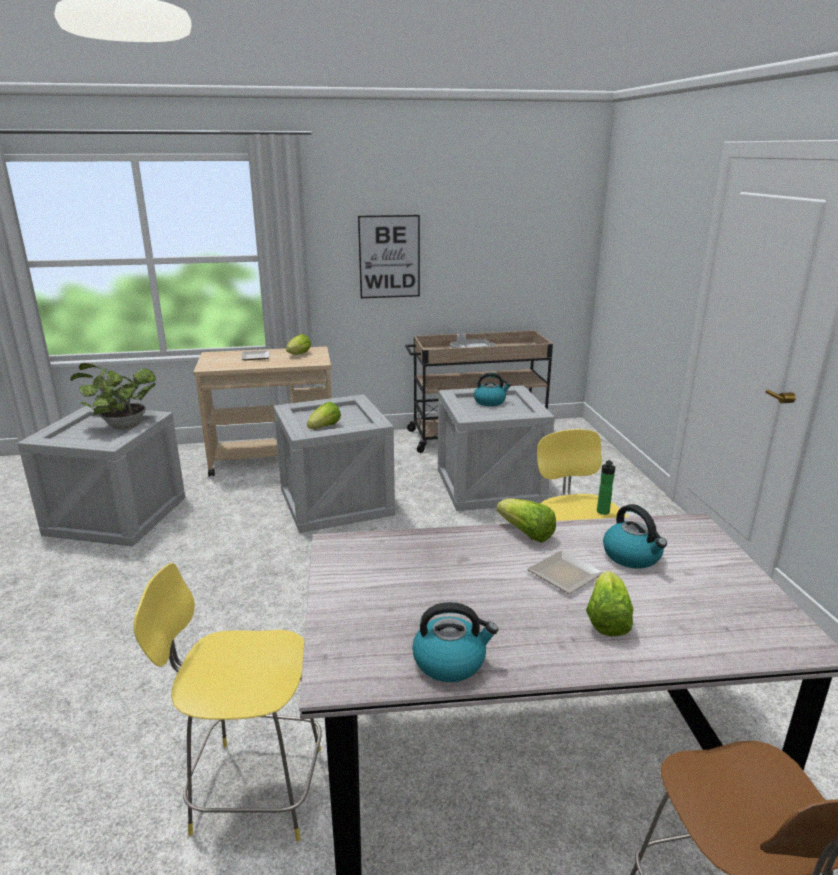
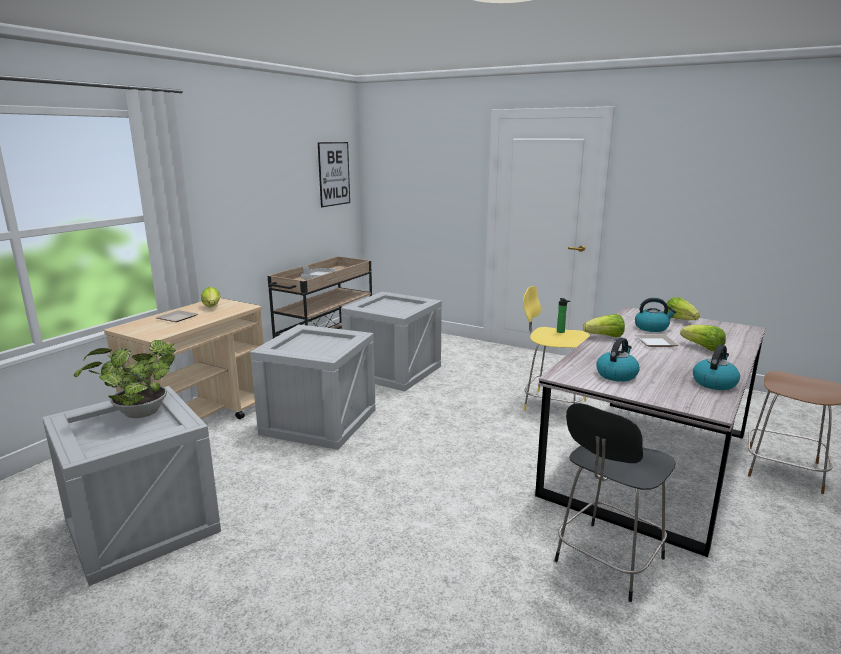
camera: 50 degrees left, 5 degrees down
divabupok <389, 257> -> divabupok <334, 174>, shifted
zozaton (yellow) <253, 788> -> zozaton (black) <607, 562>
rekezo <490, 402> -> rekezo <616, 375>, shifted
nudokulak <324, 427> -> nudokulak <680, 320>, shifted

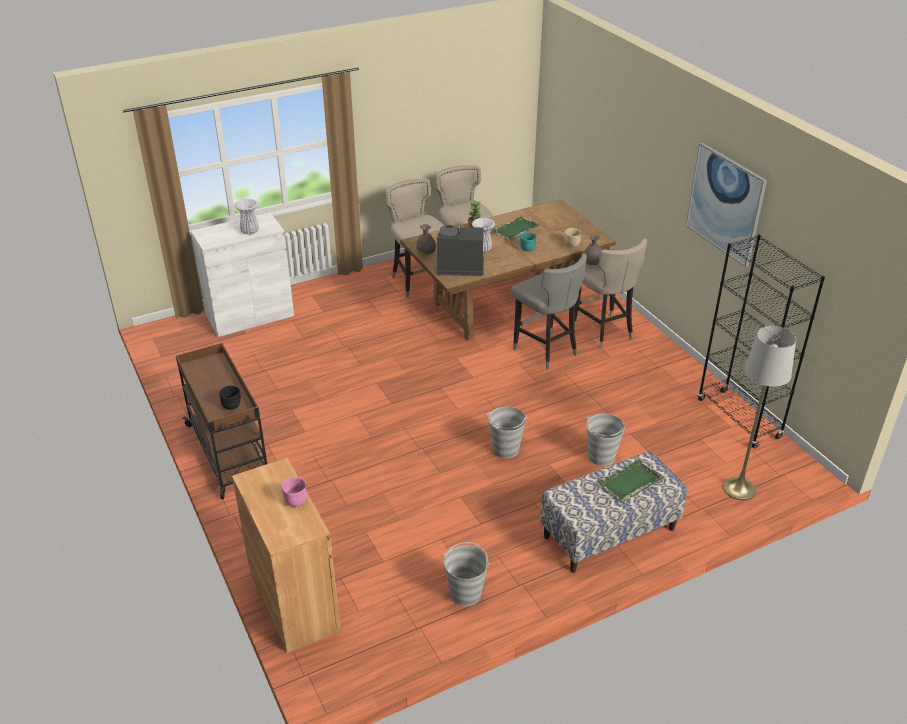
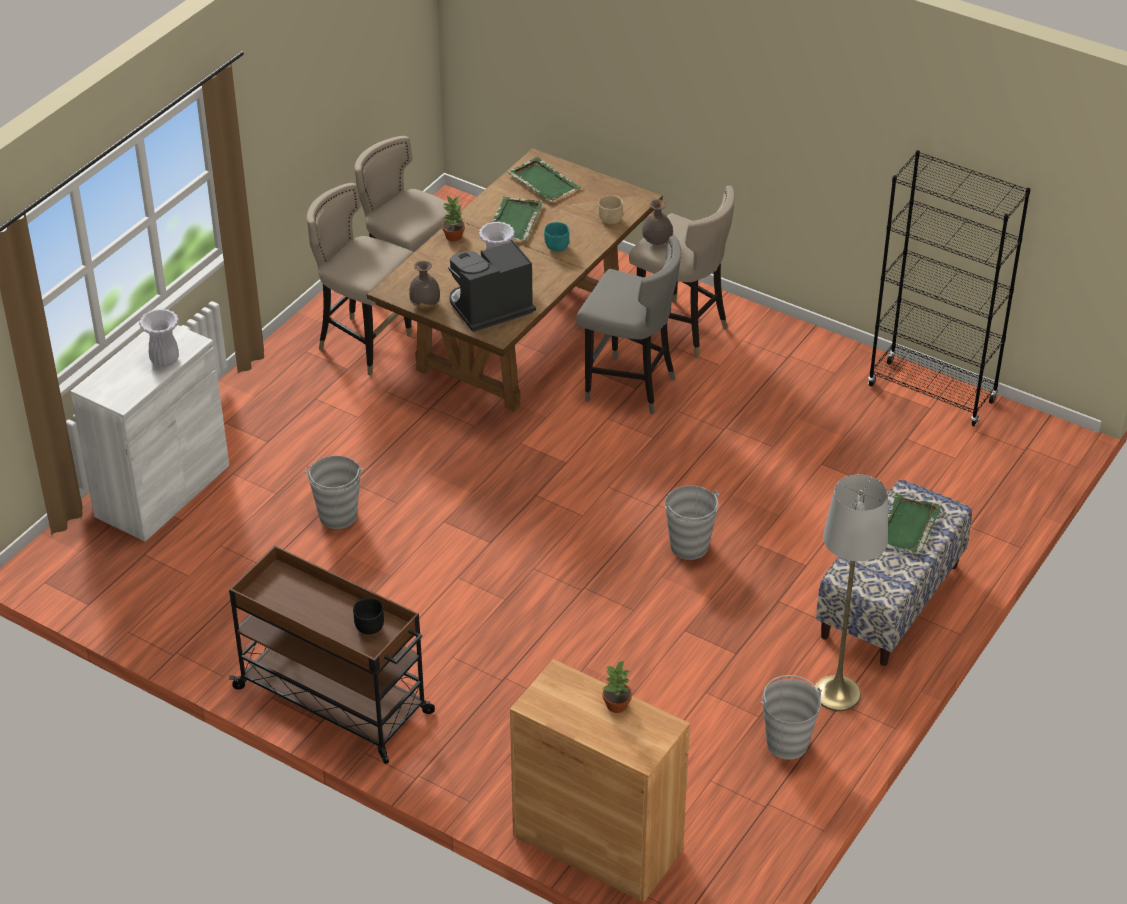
camera: 30 degrees left, 5 degrees up
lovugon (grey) <601, 457> -> lovugon (grey) <338, 516>, shifted
none -> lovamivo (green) <543, 182>
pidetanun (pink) <295, 501> -> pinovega <616, 705>
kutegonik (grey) <739, 489> -> kutegonik (grey) <837, 693>, shifted
divabupok <725, 204> -> none

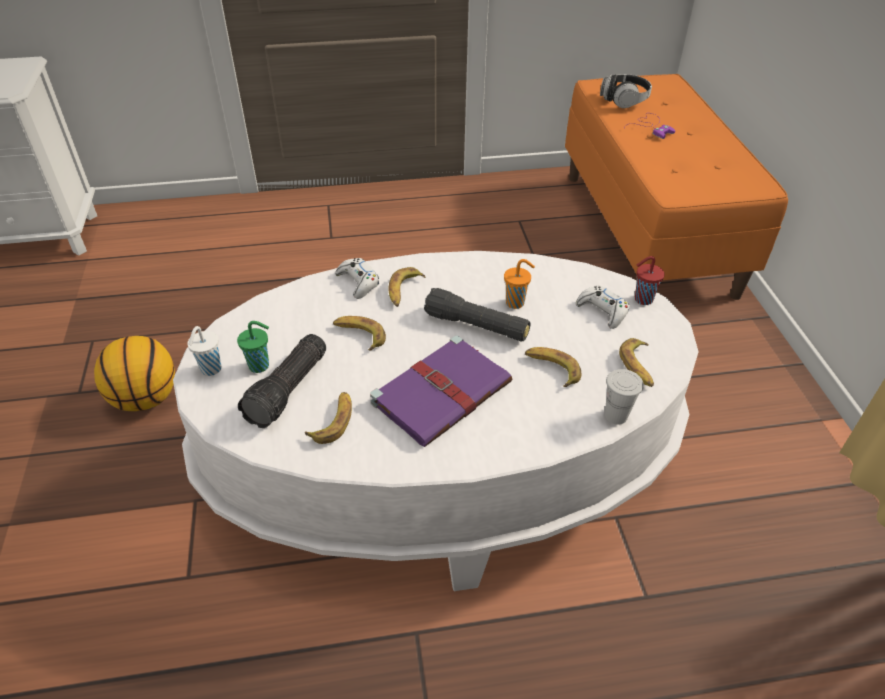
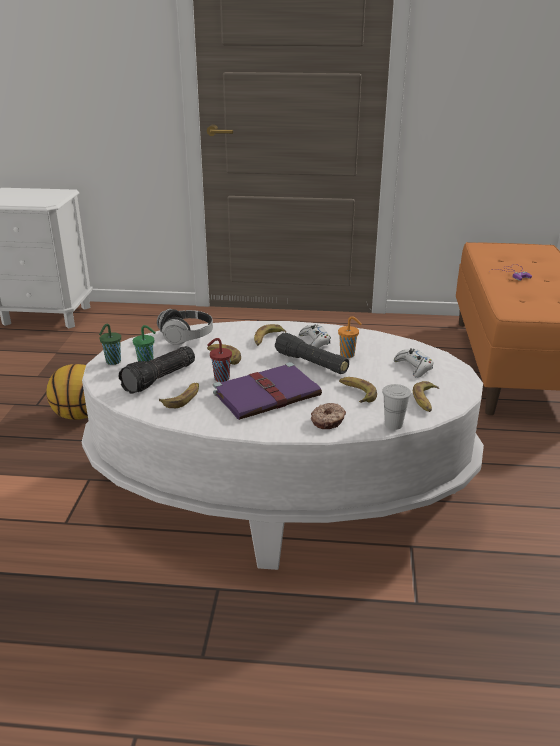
camera: 15 degrees right, 15 degrees down
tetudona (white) <210, 370> -> tetudona (green) <112, 362>
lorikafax <624, 100> -> lorikafax <186, 337>, shifted
tetudona (red) <642, 299> -> tetudona (red) <220, 378>, shifted
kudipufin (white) <358, 282> -> kudipufin (white) <314, 341>, shifted
none -> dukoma <328, 421>

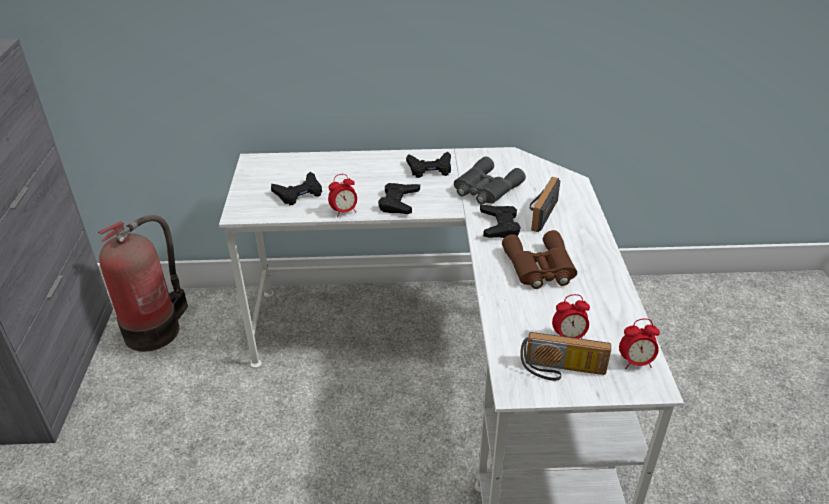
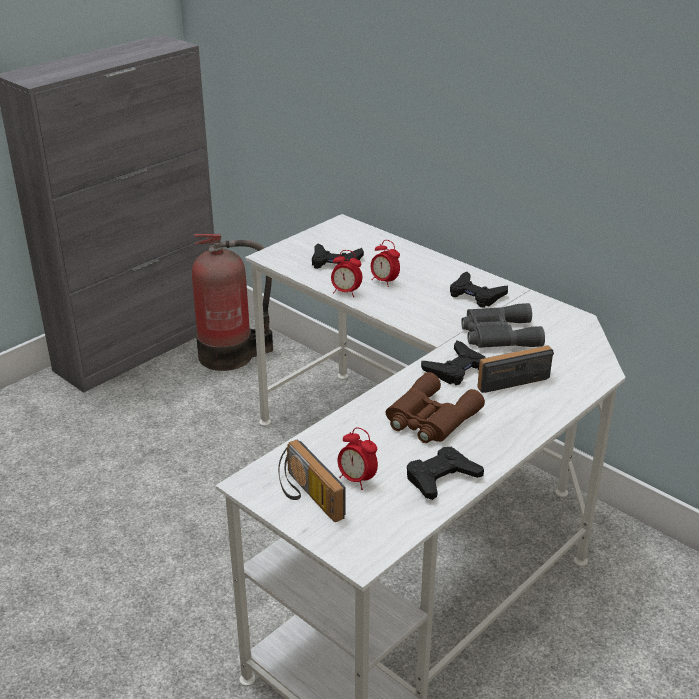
camera: 45 degrees right, 5 degrees down
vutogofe <635, 362> -> vutogofe <384, 281>, shifted
kudipufin (black) <398, 202> -> kudipufin (black) <441, 478>, shifted

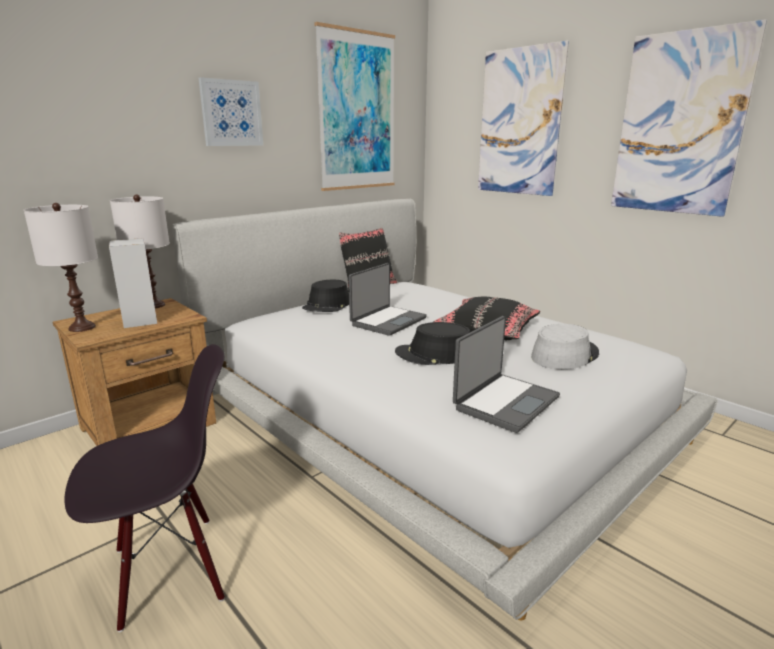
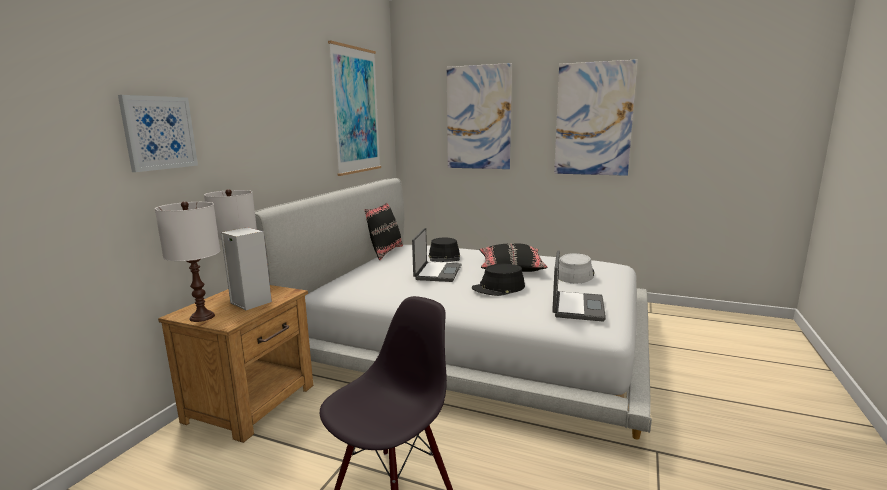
camera: 25 degrees left, 5 degrees down
divabupok <231, 113> -> divabupok <159, 133>, shifted
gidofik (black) <327, 305> -> gidofik (black) <444, 257>, shifted

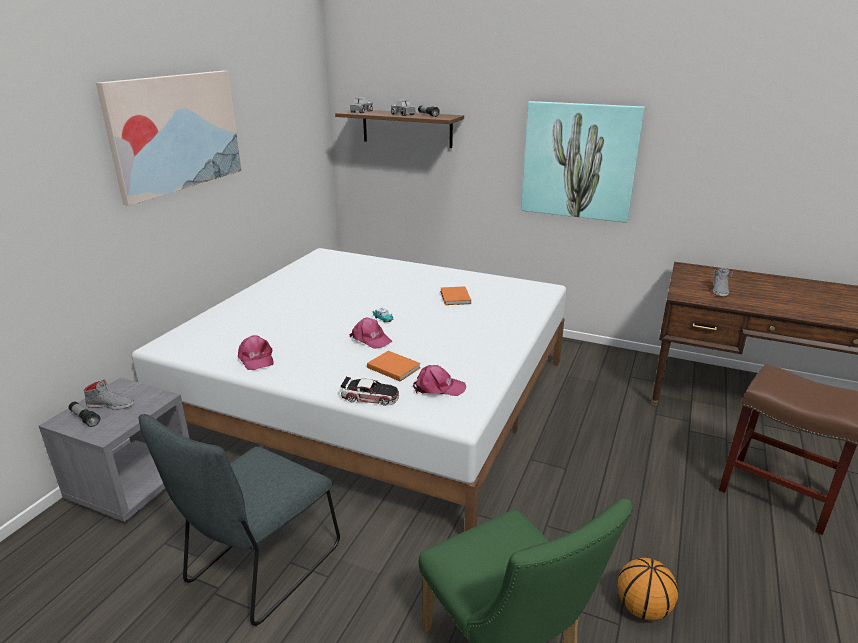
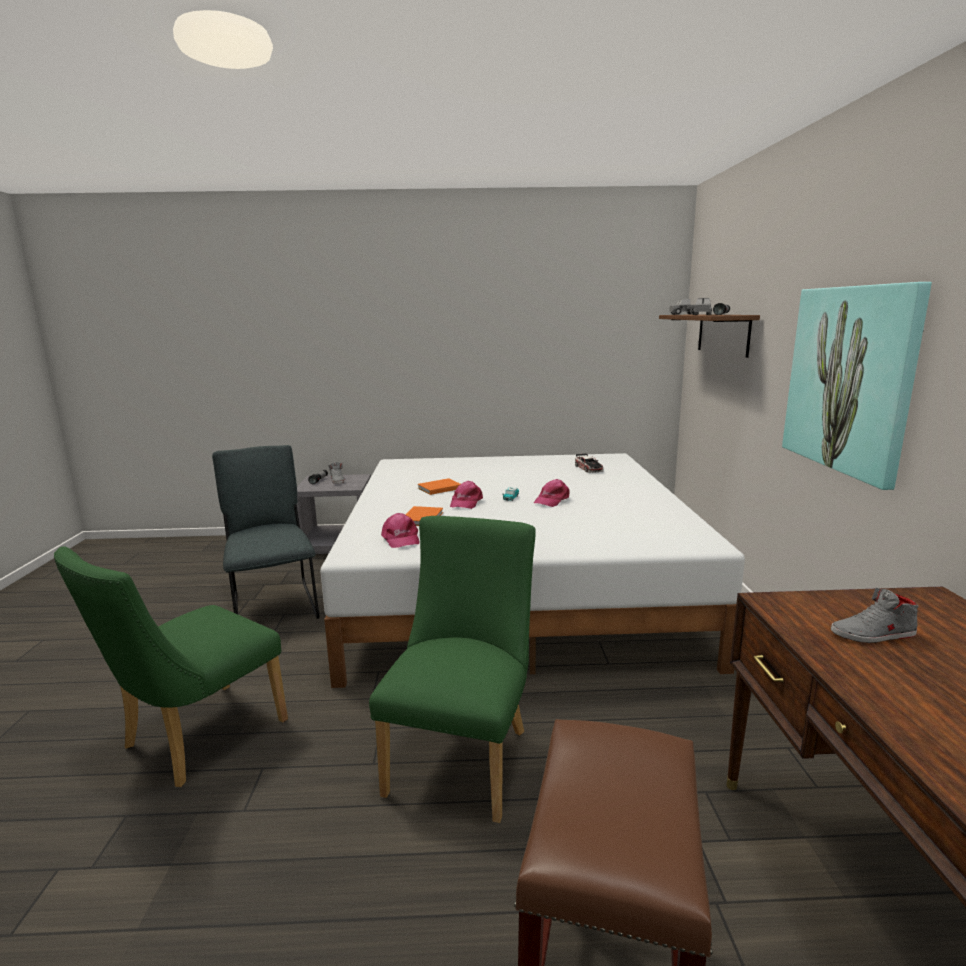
camera: 65 degrees right, 10 degrees down
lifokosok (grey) <259, 569> -> lifokosok (grey) <274, 606>, 60 degrees clockwise
none -> lifokosok (green) <463, 754>
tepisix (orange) <454, 298> -> tepisix (orange) <438, 488>, shifted
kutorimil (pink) <256, 358> -> kutorimil (pink) <552, 500>, shifted
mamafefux <370, 397> -> mamafefux <588, 468>, shifted
divabupok <175, 132> -> none
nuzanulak <643, 608> -> none

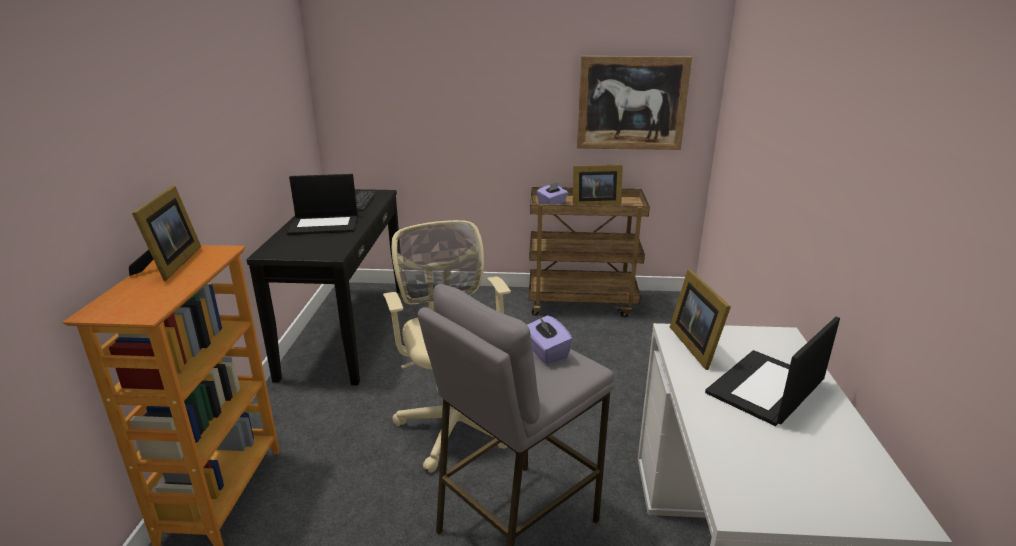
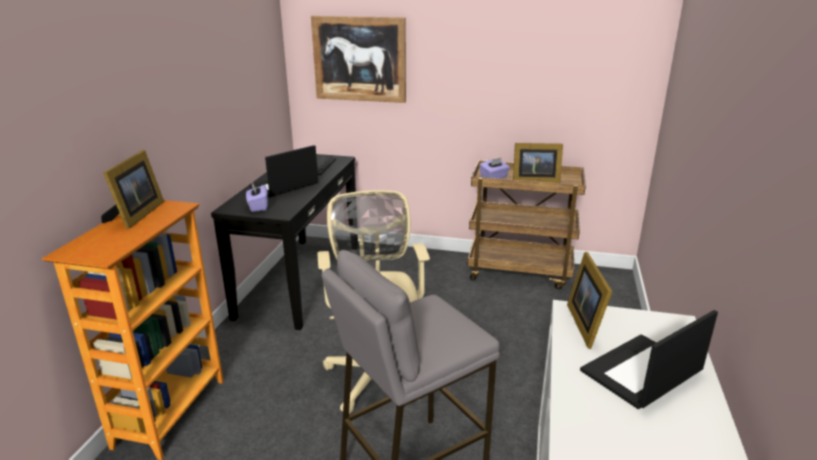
camera: 10 degrees right, 0 degrees up
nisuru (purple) <546, 352> -> nisuru (purple) <258, 206>, shifted
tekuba <325, 225> -> tekuba <284, 186>, 135 degrees clockwise
divabupok <632, 103> -> divabupok <359, 59>, shifted

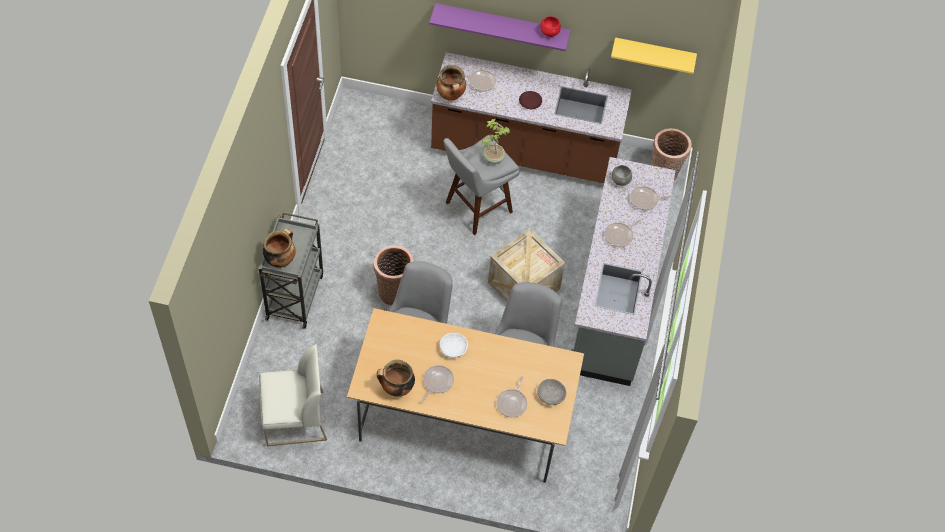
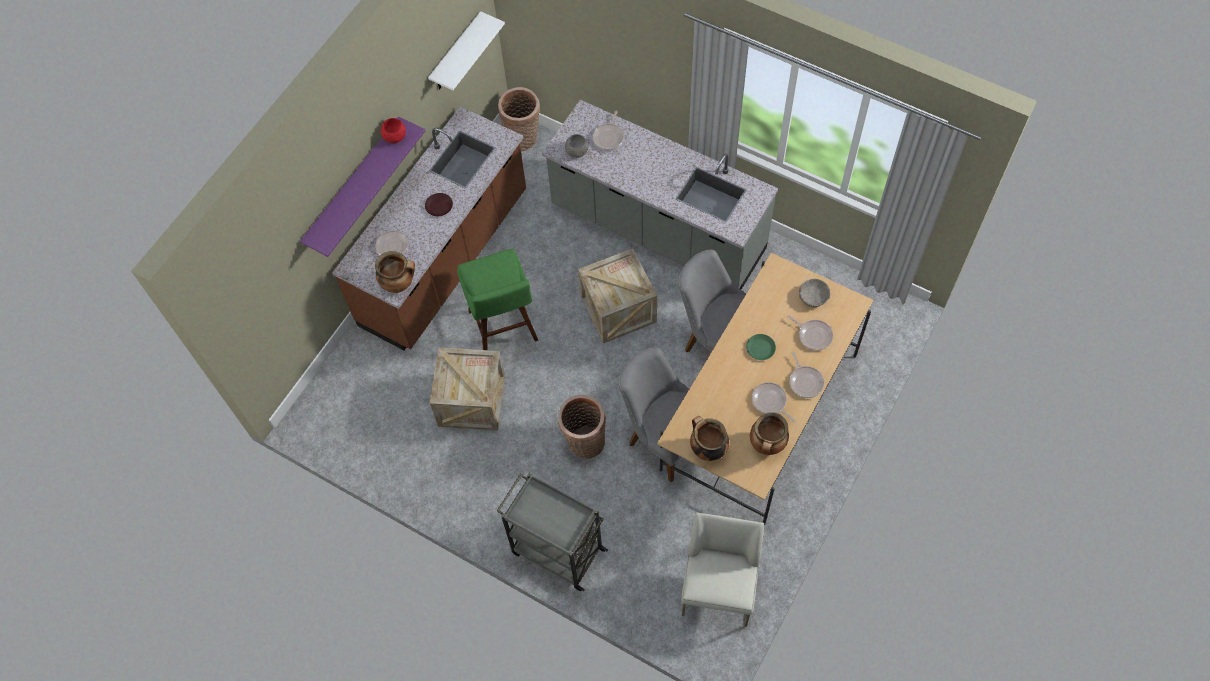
camera: 65 degrees left, 5 degrees up
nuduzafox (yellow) <653, 54> -> nuduzafox (white) <456, 53>
none -> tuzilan <472, 401>
zozaton (grey) <476, 209> -> zozaton (green) <504, 329>
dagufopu <280, 259> -> dagufopu <707, 448>, shifted
none -> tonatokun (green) <760, 348>
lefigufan <619, 236> -> lefigufan <805, 381>, shifted
pidetanun (white) <453, 349> -> none
pinovega <493, 158> -> none

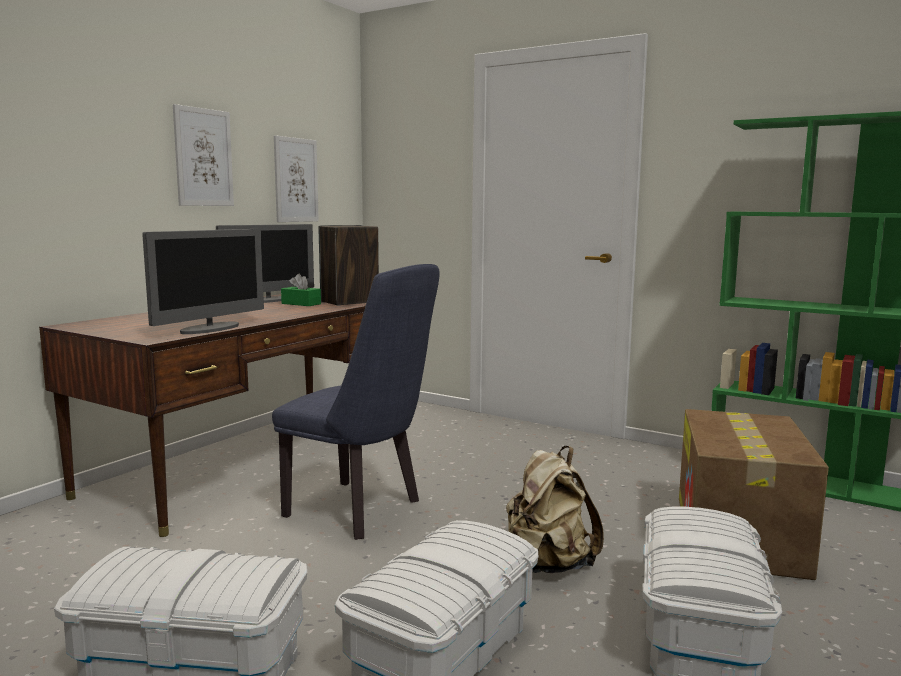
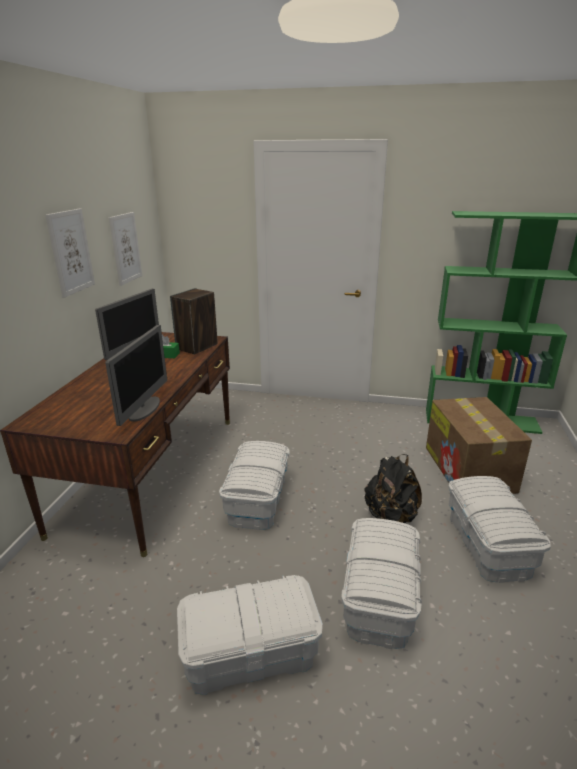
camera: 20 degrees left, 15 degrees up
lifokosok (blue) <362, 511> -> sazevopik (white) <258, 500>
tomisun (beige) <547, 565> -> tomisun (black) <390, 517>

